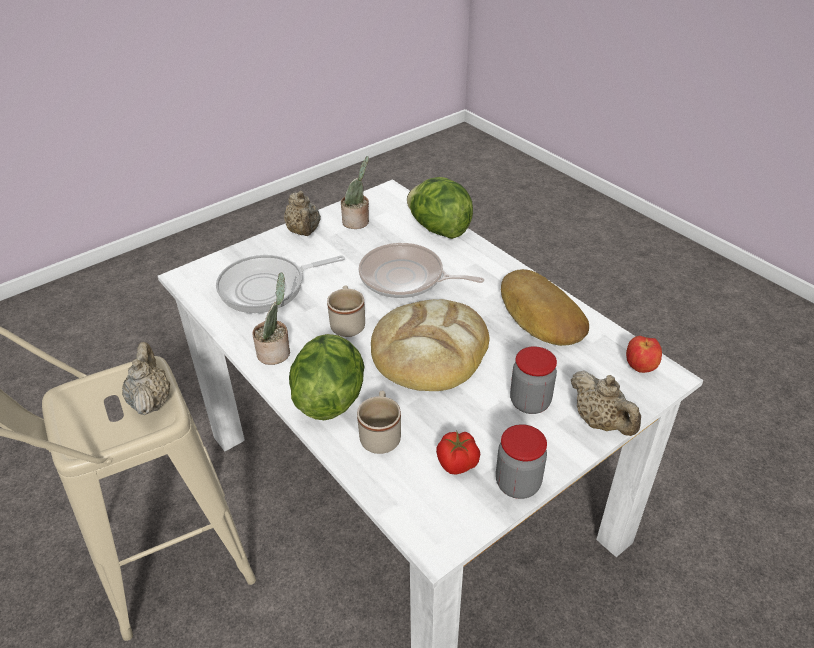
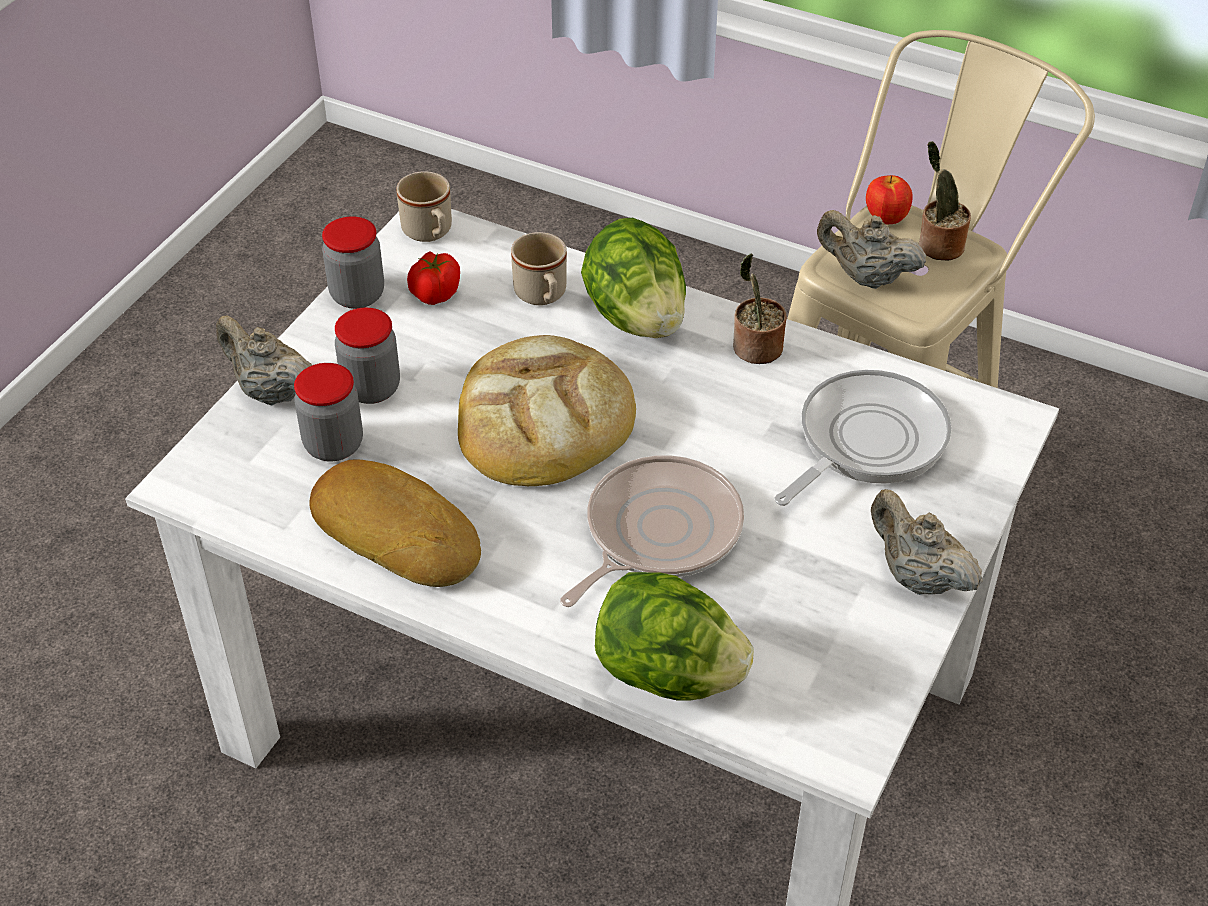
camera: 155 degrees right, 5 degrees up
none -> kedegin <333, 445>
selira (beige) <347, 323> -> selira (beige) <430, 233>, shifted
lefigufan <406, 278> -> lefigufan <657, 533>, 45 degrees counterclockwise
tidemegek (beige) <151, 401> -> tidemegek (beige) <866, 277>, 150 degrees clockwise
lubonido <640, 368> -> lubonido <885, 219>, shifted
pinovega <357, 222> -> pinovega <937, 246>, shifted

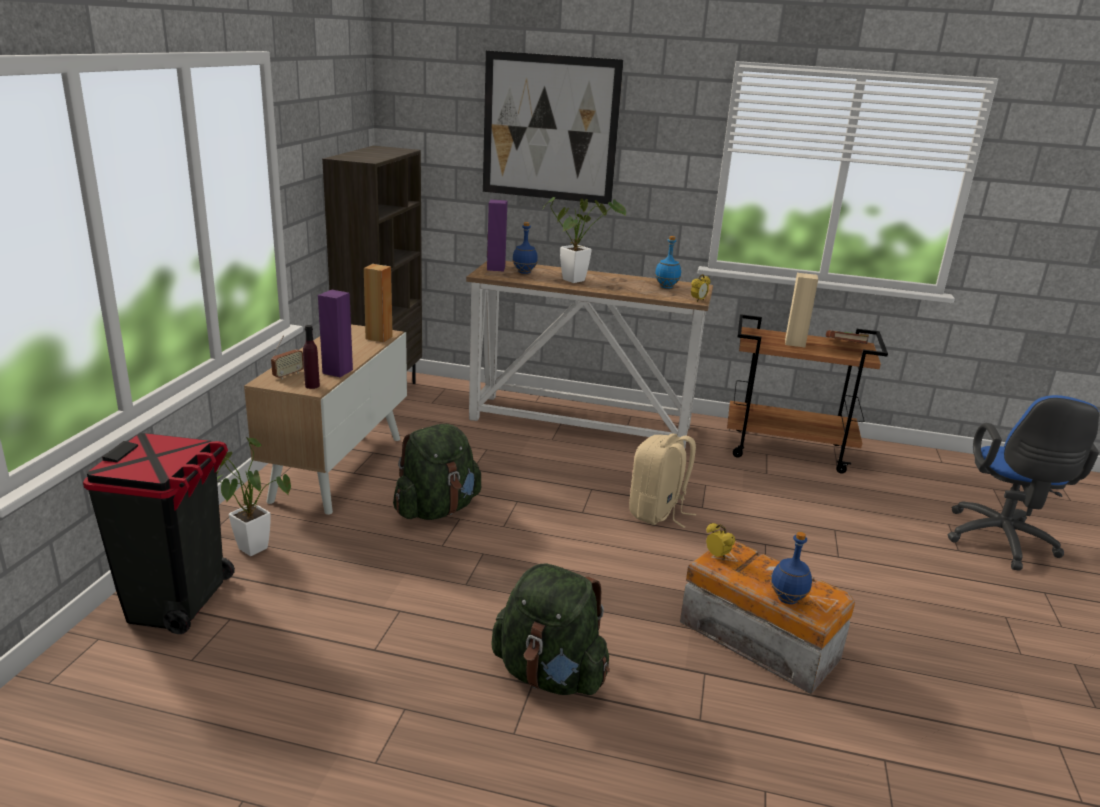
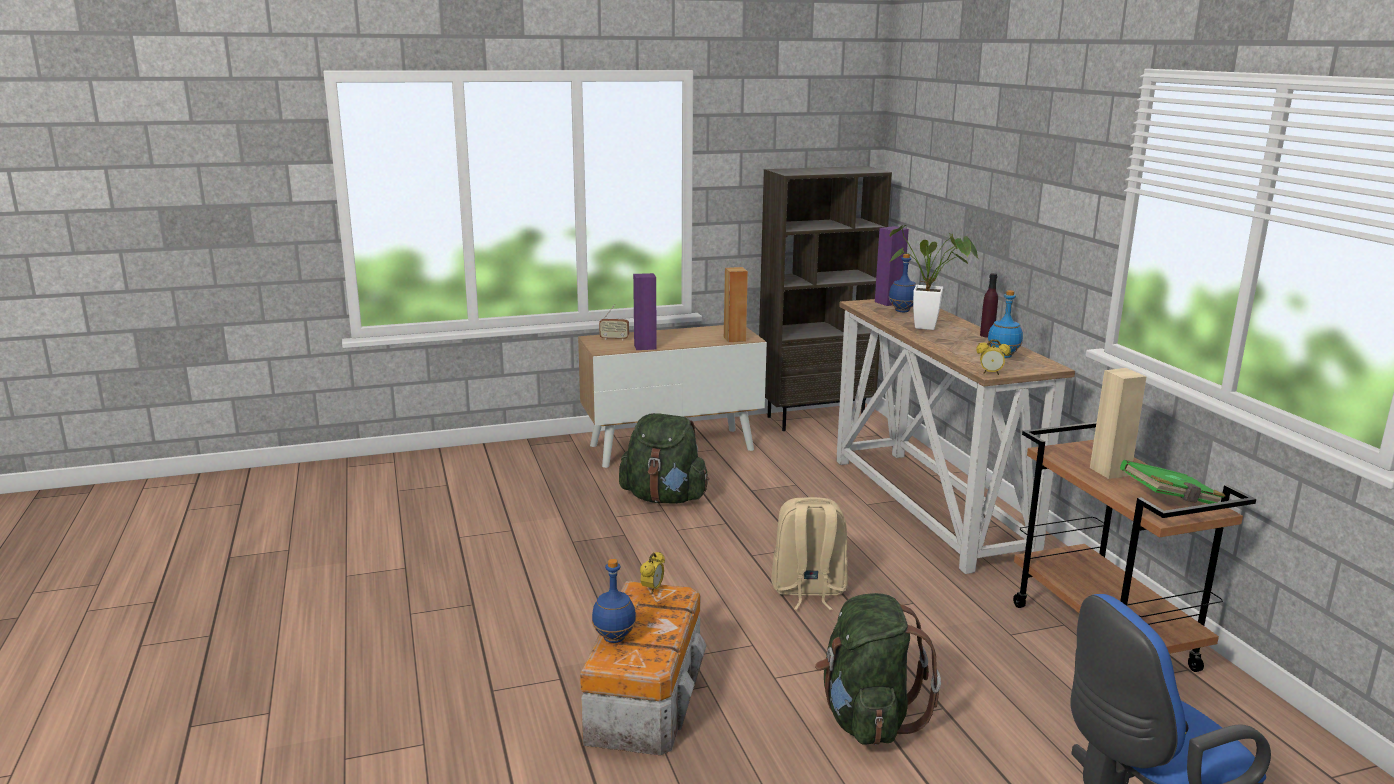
camera: 60 degrees right, 5 degrees down
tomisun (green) <550, 675> -> tomisun (green) <867, 719>, shifted
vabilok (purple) <312, 386> -> vabilok (purple) <987, 335>, shifted
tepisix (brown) <845, 348> -> tepisix (green) <1169, 500>
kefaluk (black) <178, 601> -> none
pinovega <249, 546> -> none
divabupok <550, 128> -> none

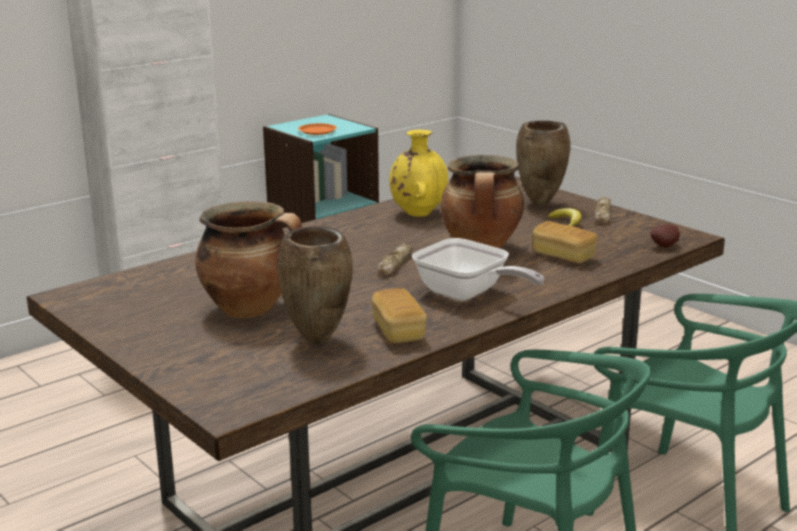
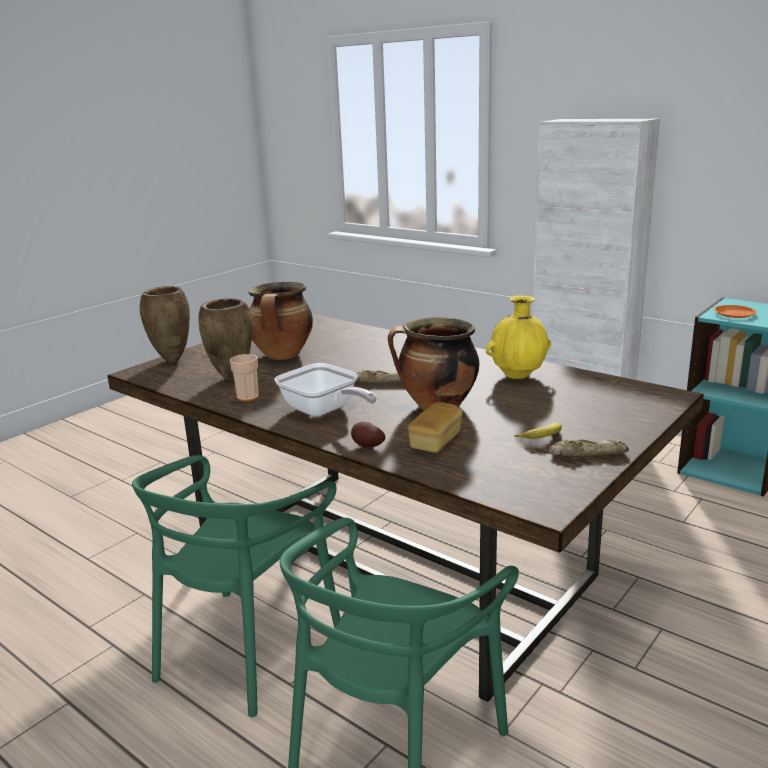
camera: 80 degrees right, 0 degrees up
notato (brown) <540, 204> -> notato (brown) <171, 360>, shifted
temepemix <398, 331> -> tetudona <247, 397>
lefigufan <467, 294> -> lefigufan <323, 411>, 75 degrees counterclockwise
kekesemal <665, 246> -> kekesemal <366, 446>, shifted

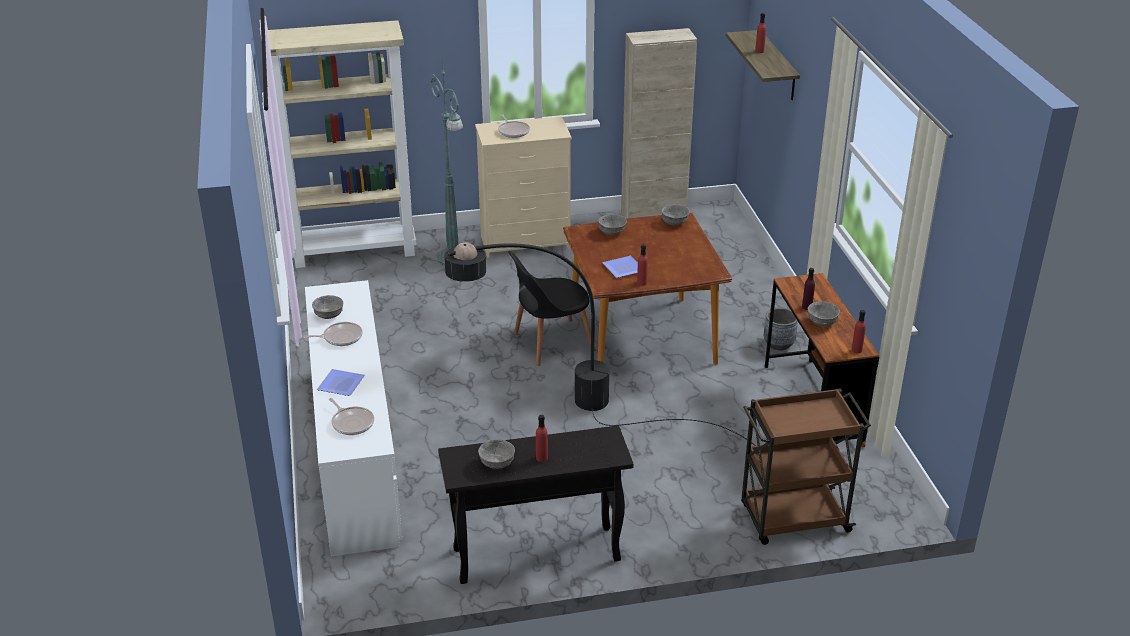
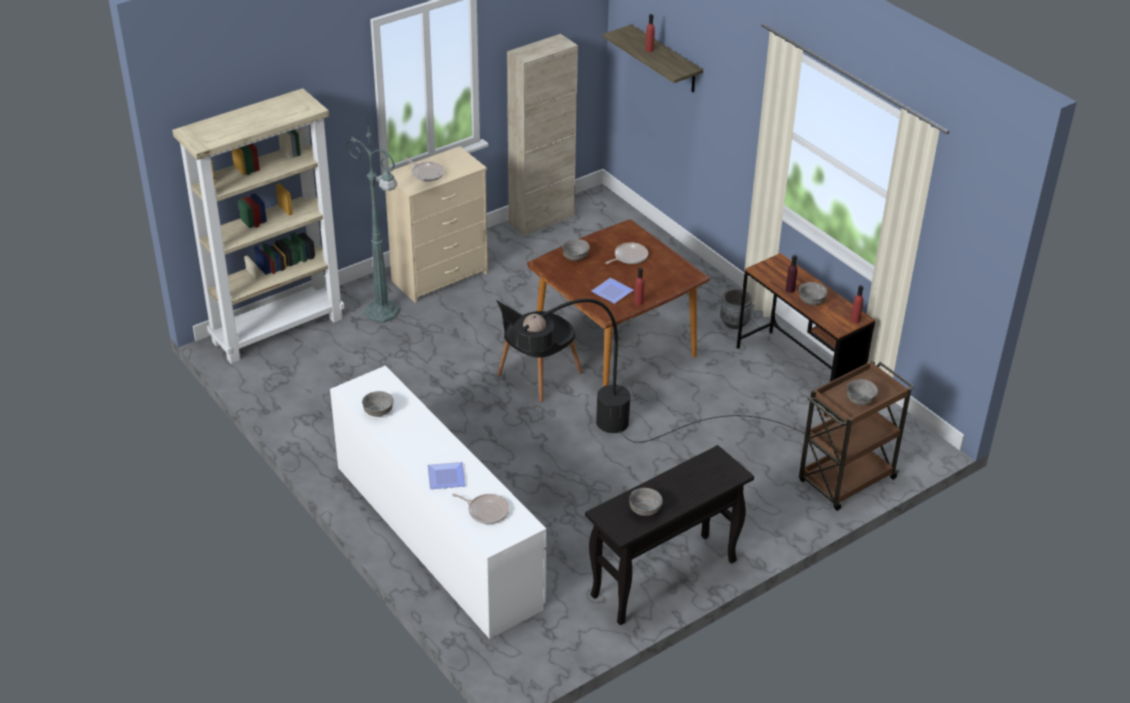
camera: 25 degrees left, 5 degrees up
lefigufan <340, 337> -> lefigufan <629, 257>, shifted
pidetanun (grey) <674, 222> -> pidetanun (grey) <860, 400>, shifted
vabilok (red) <541, 458> -> none

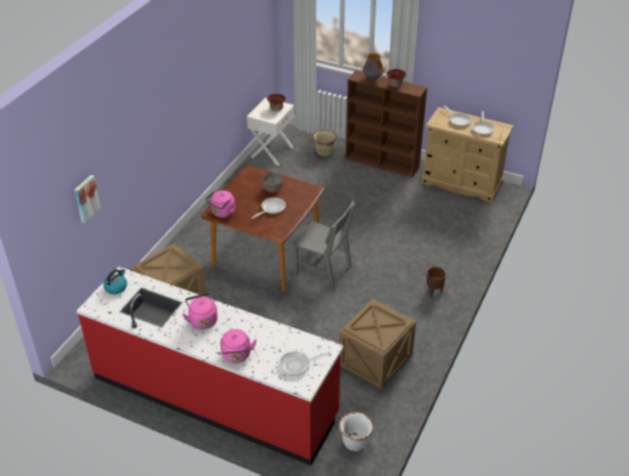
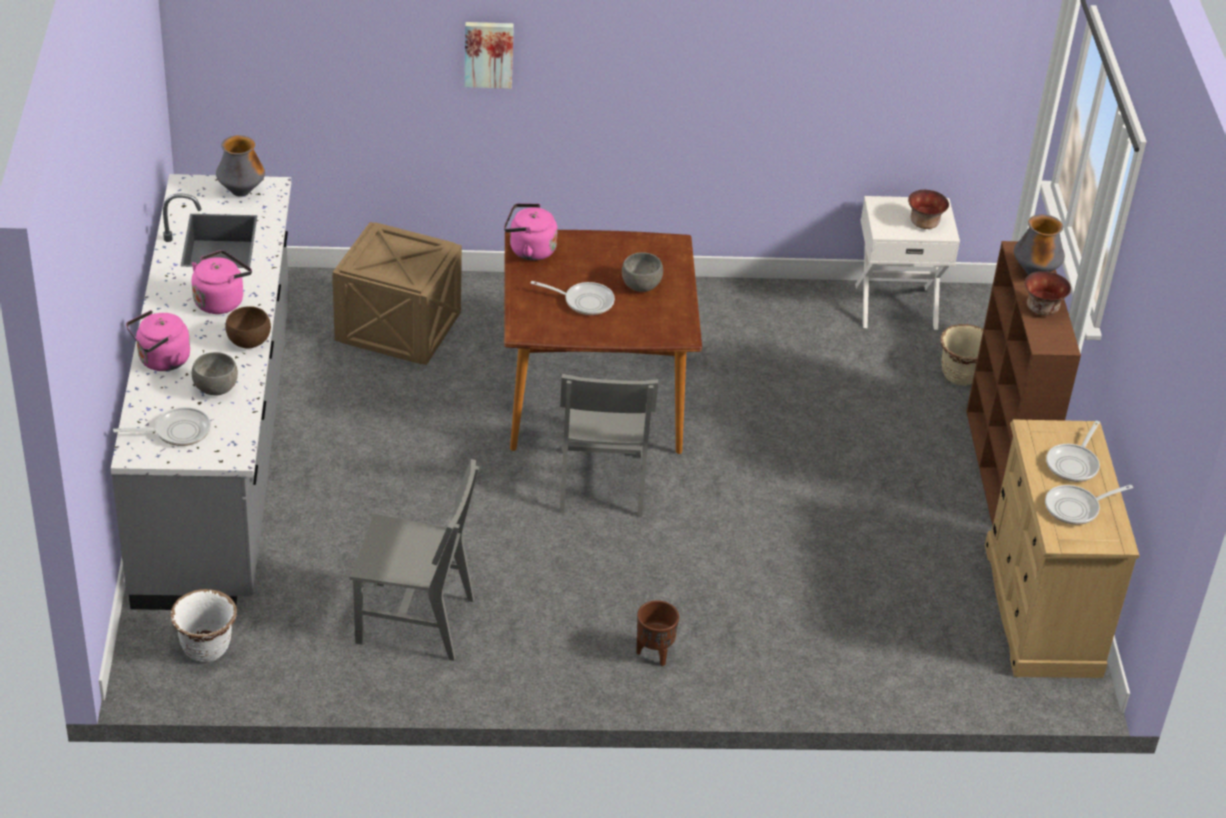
camera: 60 degrees right, 0 degrees up
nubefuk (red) <215, 395> -> nubefuk (grey) <219, 451>
lefigufan <297, 365> -> lefigufan <177, 431>, 120 degrees clockwise
none -> pidetanun (grey) <216, 389>
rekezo <116, 287> -> notato <241, 192>
none -> pidetanun (brown) <249, 341>
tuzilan <376, 360> -> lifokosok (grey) <415, 621>
divabupok <86, 198> -> divabupok <488, 53>, shifted

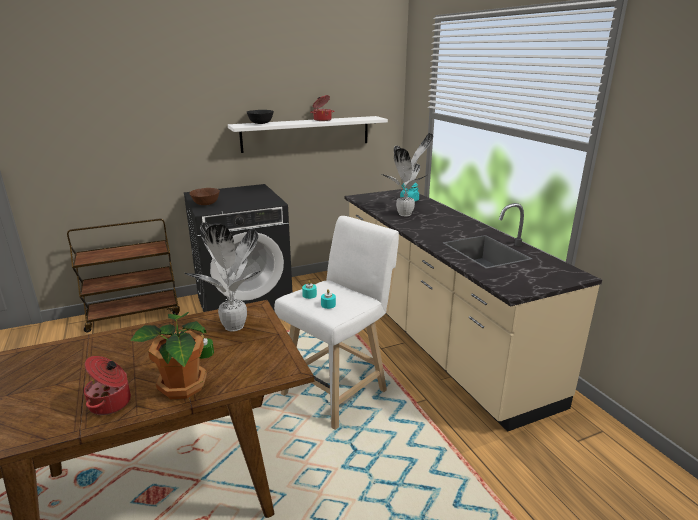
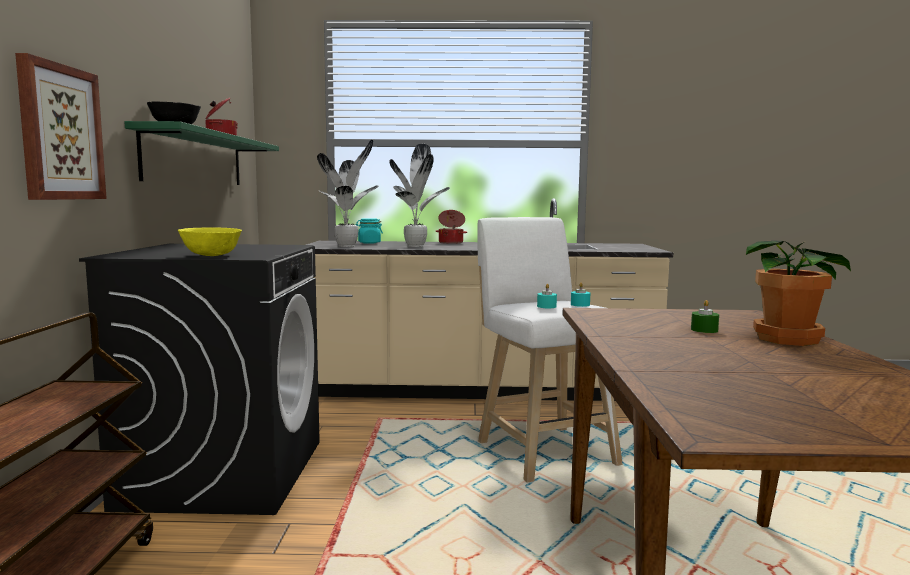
camera: 65 degrees left, 15 degrees down
none -> divabupok <59, 133>
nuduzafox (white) <306, 133> -> nuduzafox (green) <196, 159>
pidetanun (brown) <206, 204> -> pidetanun (yellow) <212, 255>
pinovega <233, 328> -> pinovega <348, 246>, shifted
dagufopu <111, 403> -> dagufopu <451, 242>, shifted

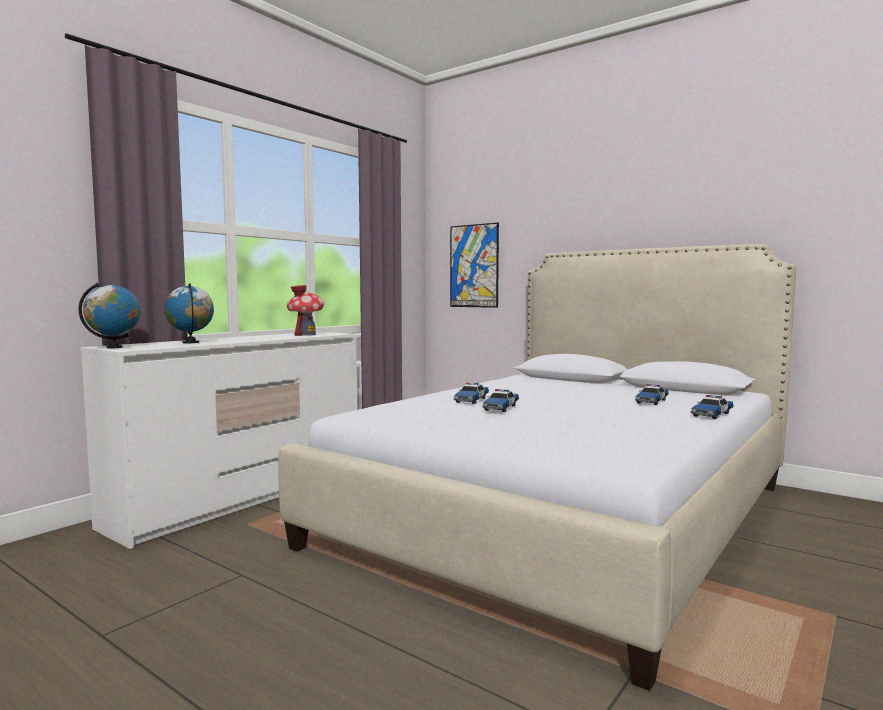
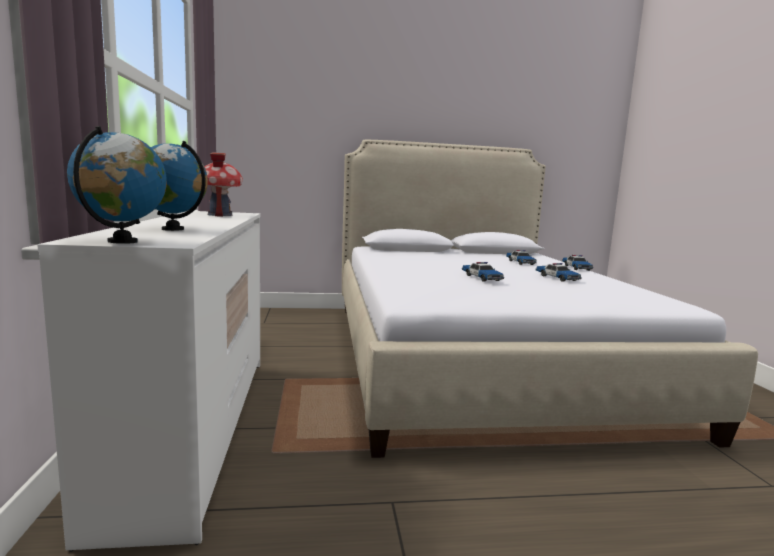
camera: 45 degrees left, 5 degrees up
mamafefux <471, 400> -> mamafefux <557, 278>, shifted
divabupok <474, 266> -> none

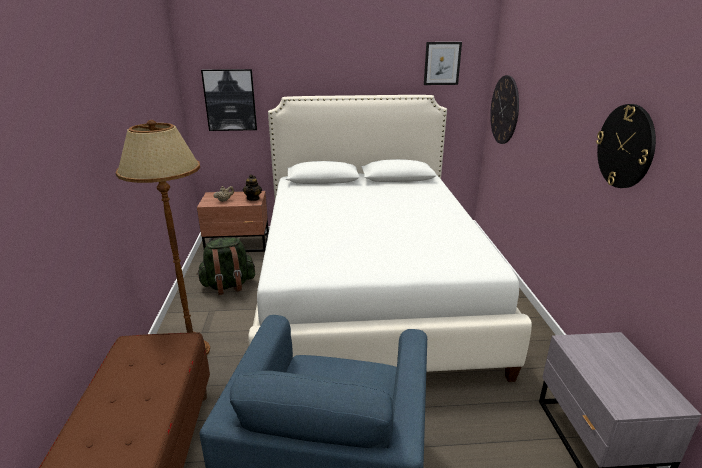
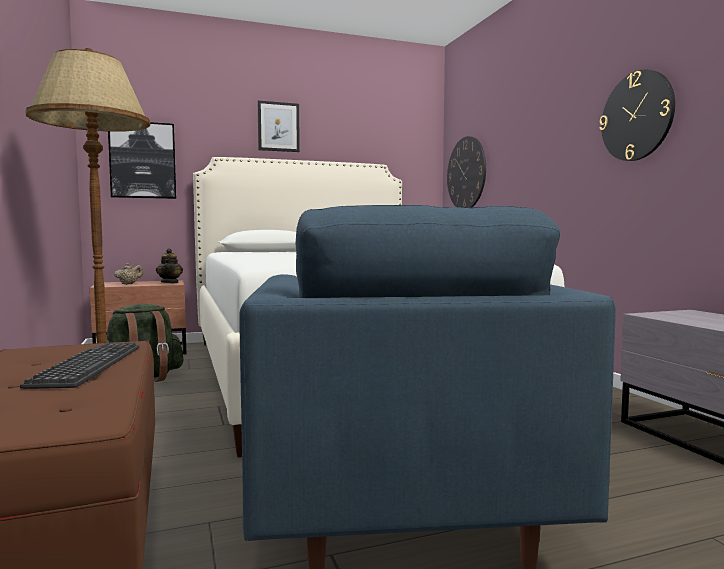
camera: 15 degrees left, 20 degrees down
none -> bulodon <88, 366>
divabupok <442, 63> -> divabupok <278, 127>, shifted

